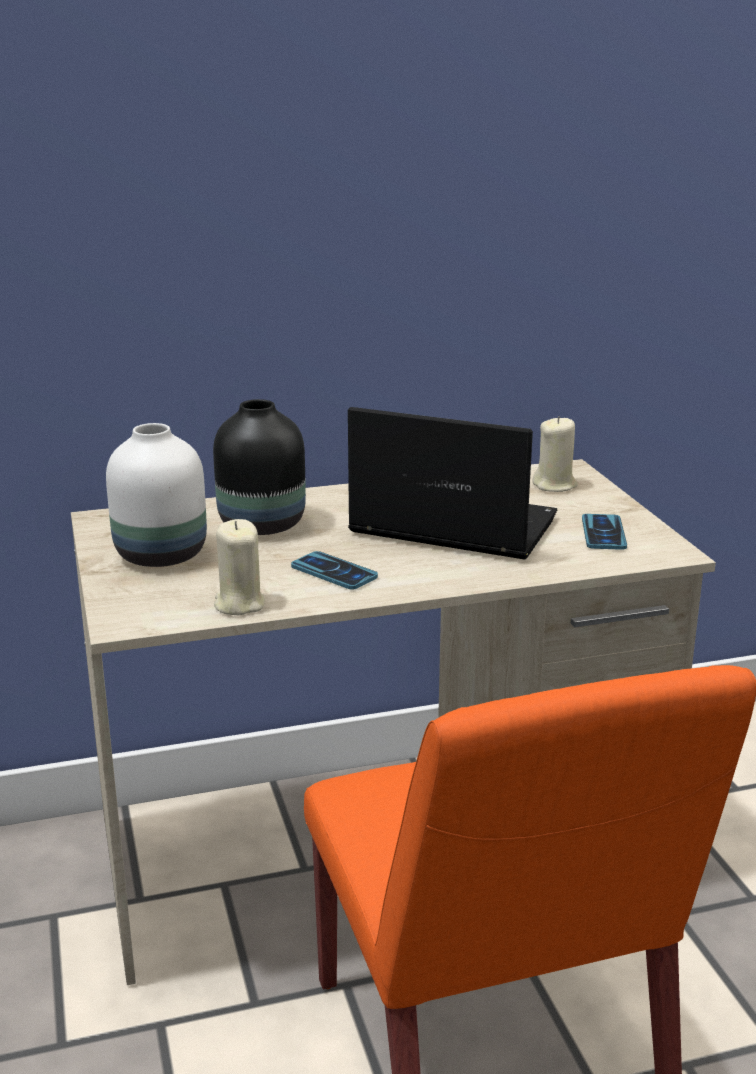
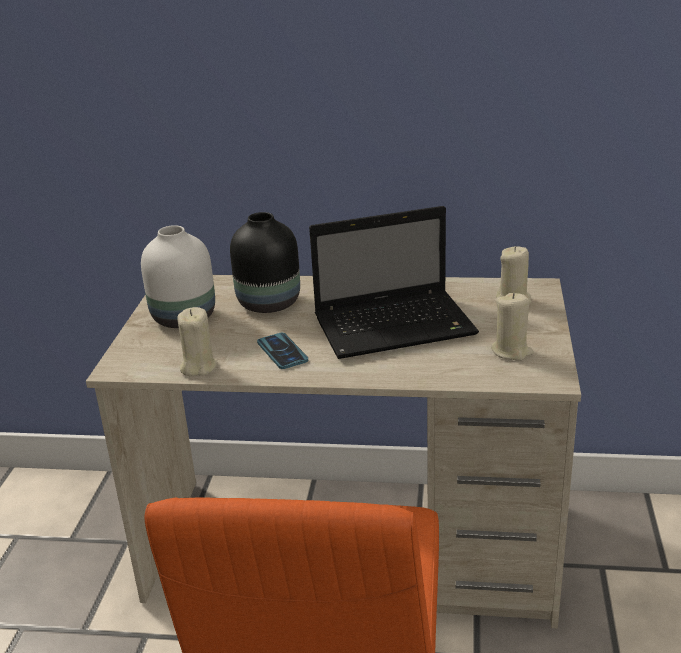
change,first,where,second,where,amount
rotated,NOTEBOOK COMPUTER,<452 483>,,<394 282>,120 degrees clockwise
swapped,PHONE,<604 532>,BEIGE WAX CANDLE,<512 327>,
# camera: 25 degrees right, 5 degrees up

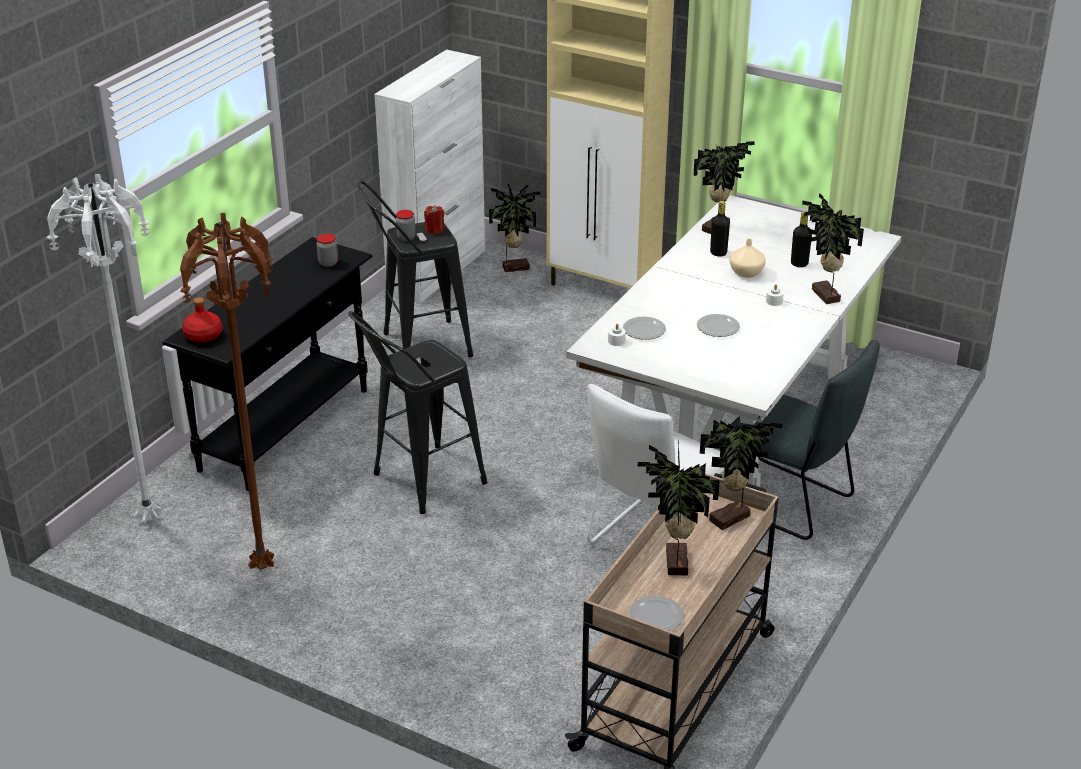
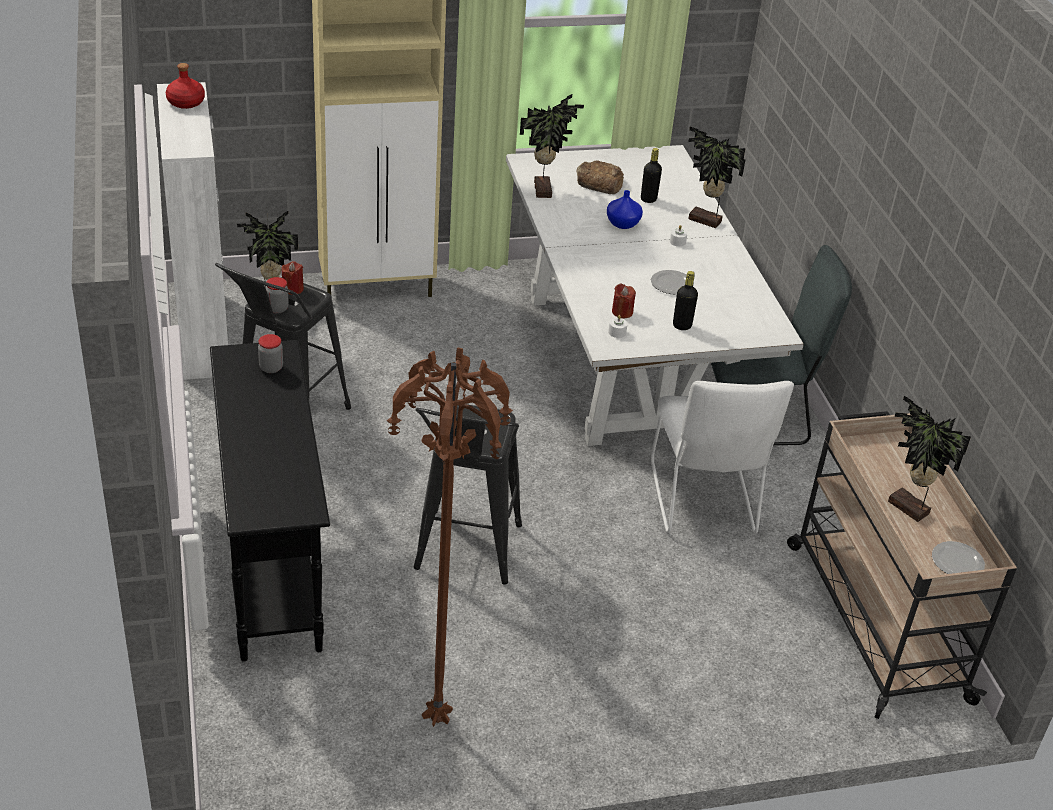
change,first,where,second,where,amount
gone,WHITISH FLOOR LAMP,<103 348>,,,
shifted,RED BOTTLE,<202 320>,,<185 86>,
swapped,PLATE,<644 328>,RED WAX CANDLE,<624 300>,
gone,POTTED PLANT,<741 475>,,,
shifted,BLACKISH BOTTLE,<720 229>,,<685 300>,
repainted,BEIGE VASE,<747 258>,BLUE-COLOURED VASE,<625 209>,
new,,,BREAD,<600 177>,
# camera: 45 degrees left, 5 degrees up

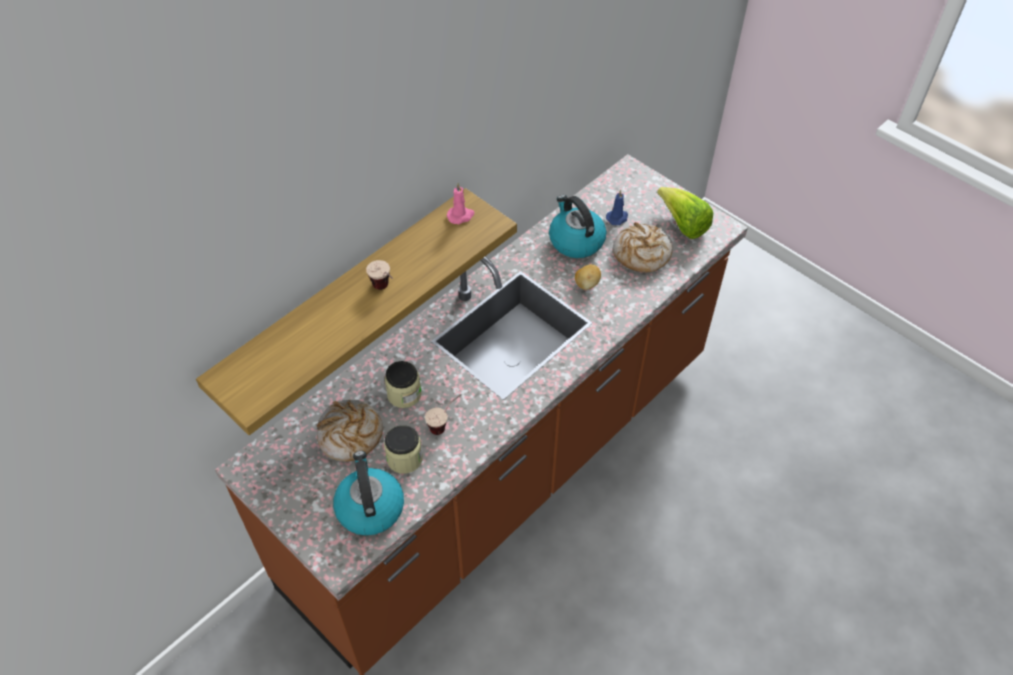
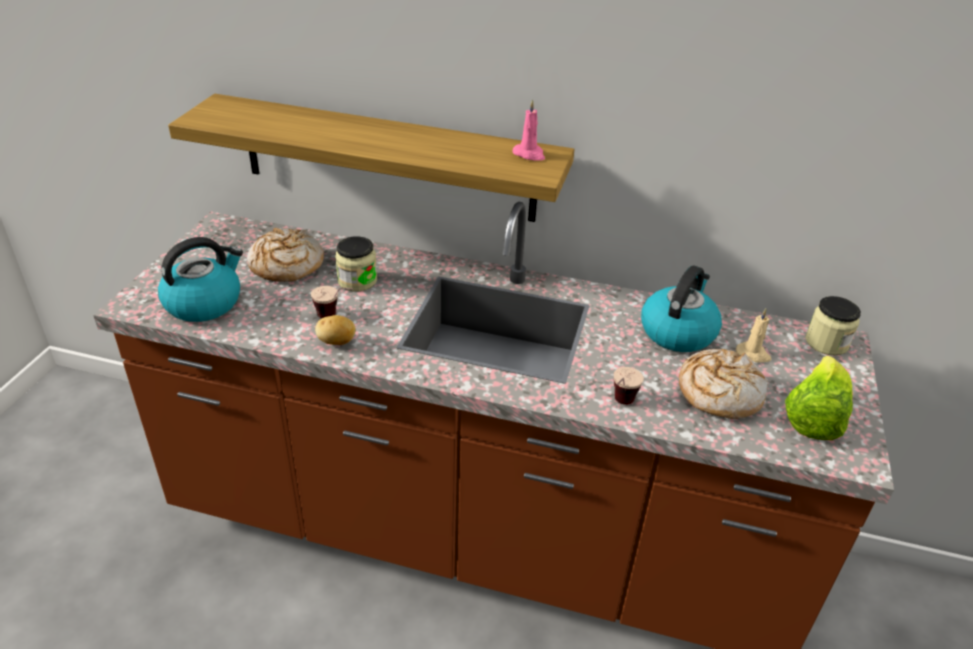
change,first,where,second,where,amount
shifted,CUP,<379 275>,,<629 386>,
shifted,PRESERVE JAR,<403 449>,,<833 325>,
shifted,POTATO,<588 277>,,<335 330>,
repainted,BLUE-COLOURED WAX CANDLE,<617 207>,BEIGE WAX CANDLE,<753 336>,
# camera: 60 degrees right, 15 degrees down

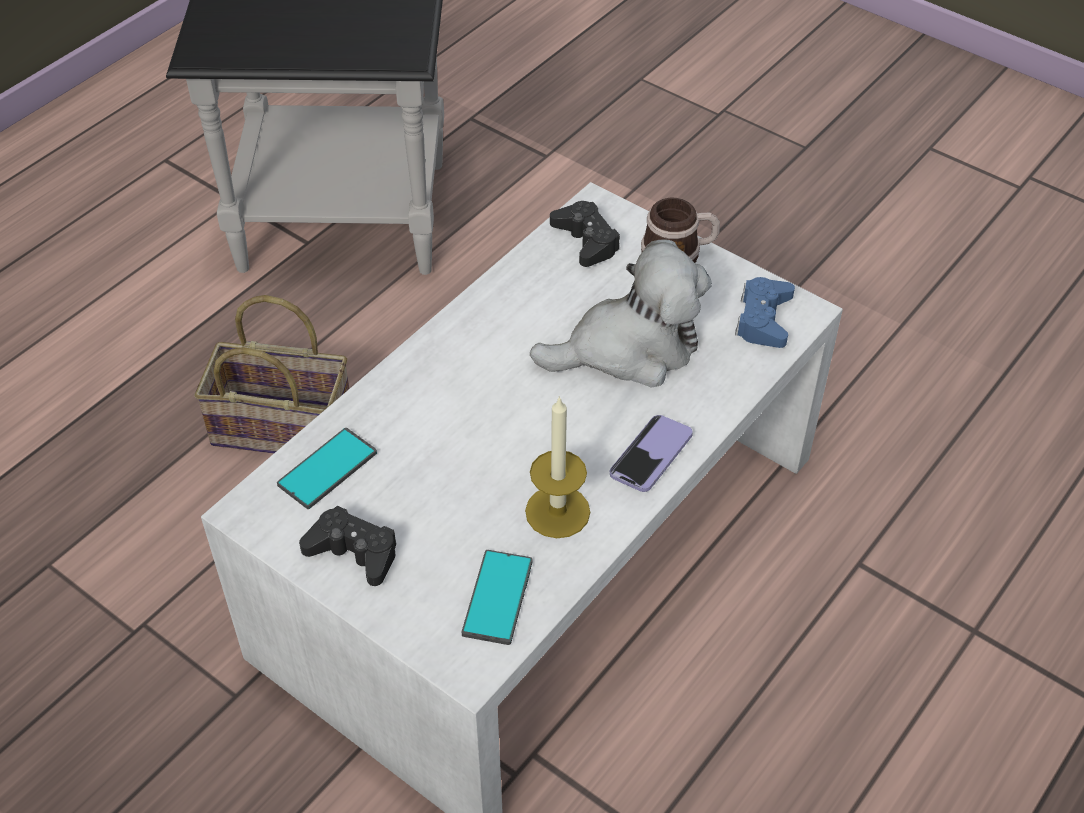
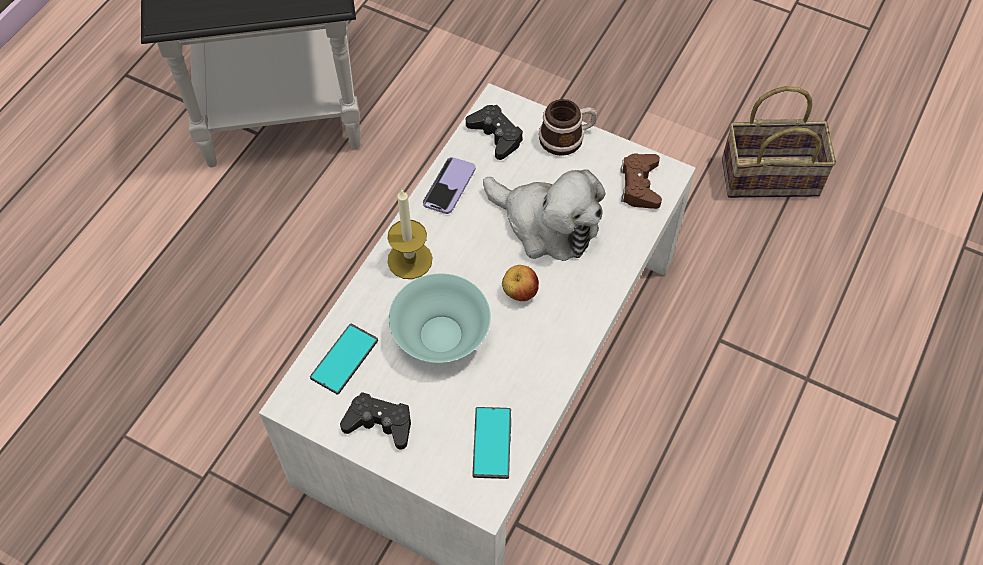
change,first,where,second,where,amount
shifted,BASKET,<272 374>,,<779 142>,
shifted,WAX CANDLE,<557 467>,,<410 234>,
rotated,CUDDLY TOY,<621 313>,,<544 215>,60 degrees clockwise
shifted,PHONE,<651 453>,,<449 185>,
repainted,BLUE-COLOURED GAME CONTROLLER,<765 312>,BROWN-COLOURED GAME CONTROLLER,<641 181>,
new,,,TURQUOISE BOWL,<440 318>,
new,,,APPLE FRUIT,<520 283>,
# camera: 10 degrees left, 10 degrees up

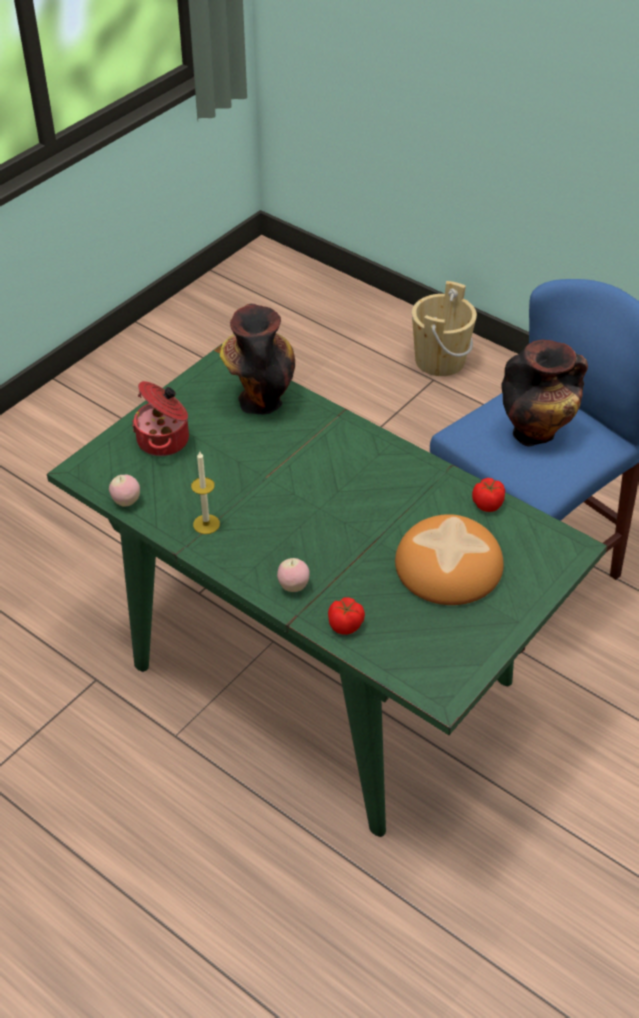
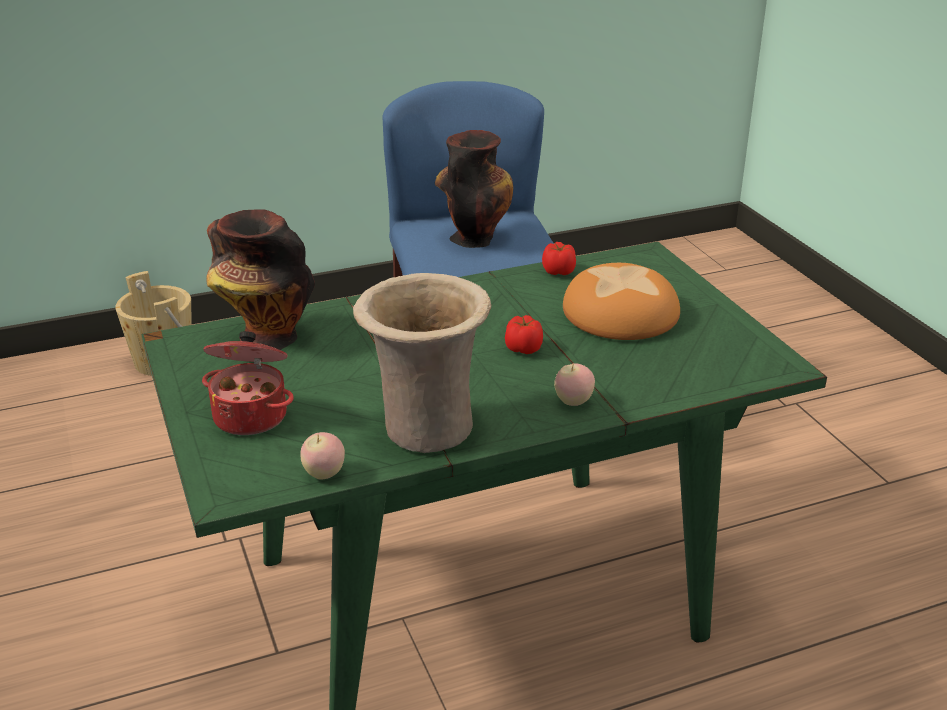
change,first,where,second,where,amount
swapped,WAX CANDLE,<205 493>,BEIGE VASE,<422 363>,
shifted,FRESH TOMATO,<346 616>,,<524 334>,
# camera: 60 degrees left, 15 degrees down

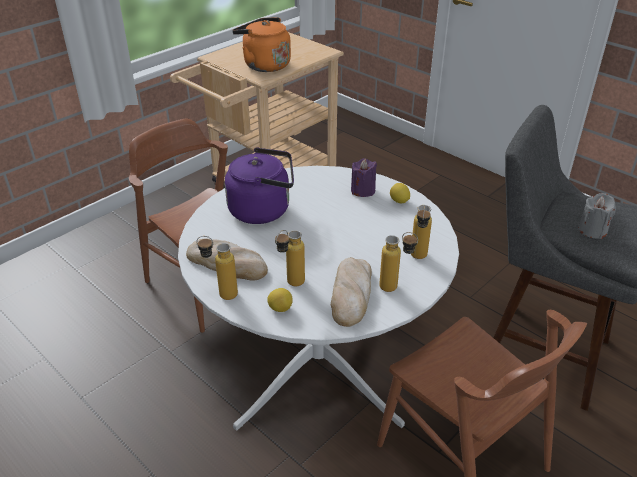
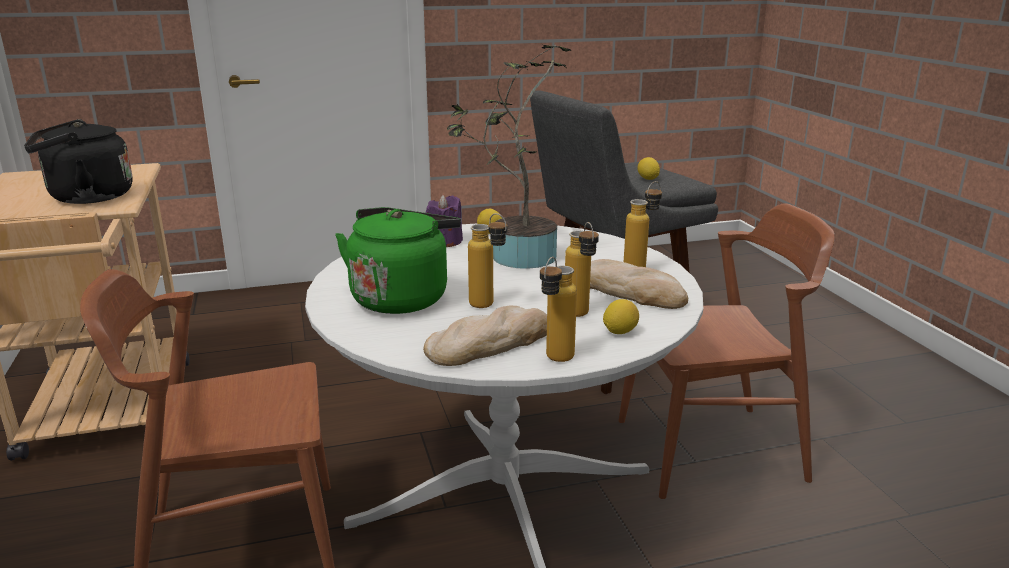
change,first,where,second,where,amount
repainted,PURPLE-COLOURED TEA KETTLE,<259 185>,GREEN-COLOURED TEA KETTLE,<398 260>,
repainted,ORANGE TEA KETTLE,<261 44>,BLACKISH TEA KETTLE,<78 161>,
shifted,BOTTLE,<421 232>,,<487 260>,
swapped,GREY WAX CANDLE,<597 216>,WHOLE LEMON,<648 168>,
new,,,POTTED PLANT,<509 156>,
# camera: 60 degrees left, 15 degrees down

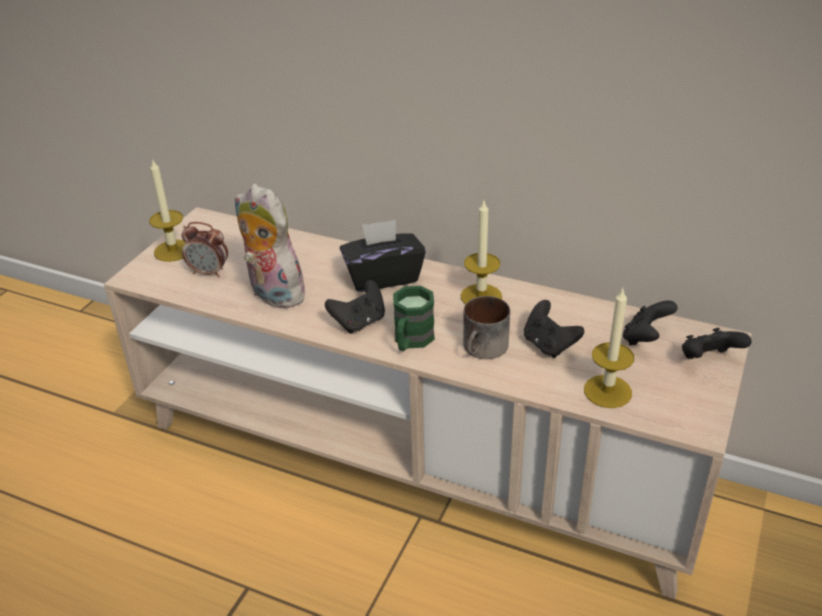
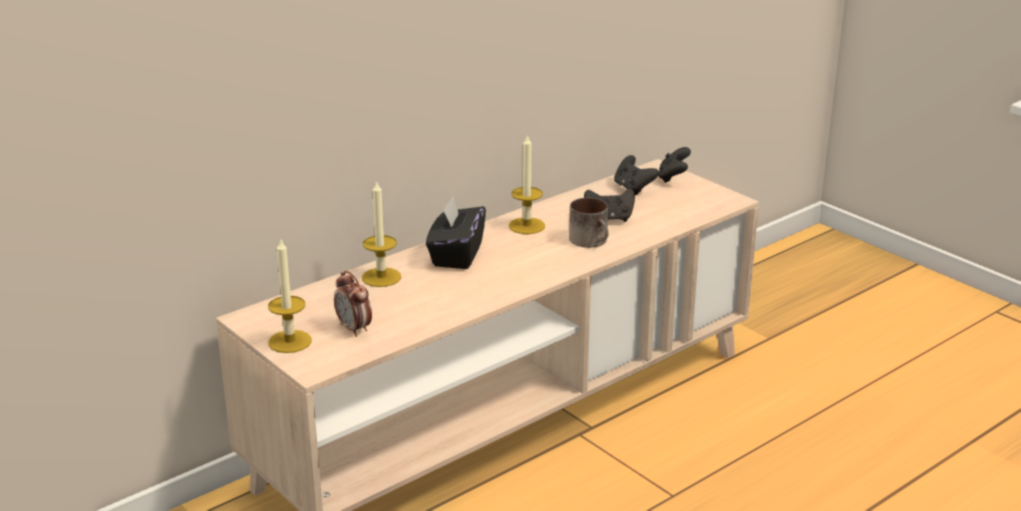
change,first,where,second,where,amount
rotated,TABLE CLOCK,<205 249>,,<353 304>,105 degrees clockwise
gone,CUDDLY TOY,<273 246>,,,
gone,BLACKISH GAME CONTROLLER,<355 307>,,,
gone,GREEN-COLOURED TEA MUG,<414 318>,,,
shifted,WAX CANDLE,<609 347>,,<381 233>,
# camera: 65 degrees left, 10 degrees down

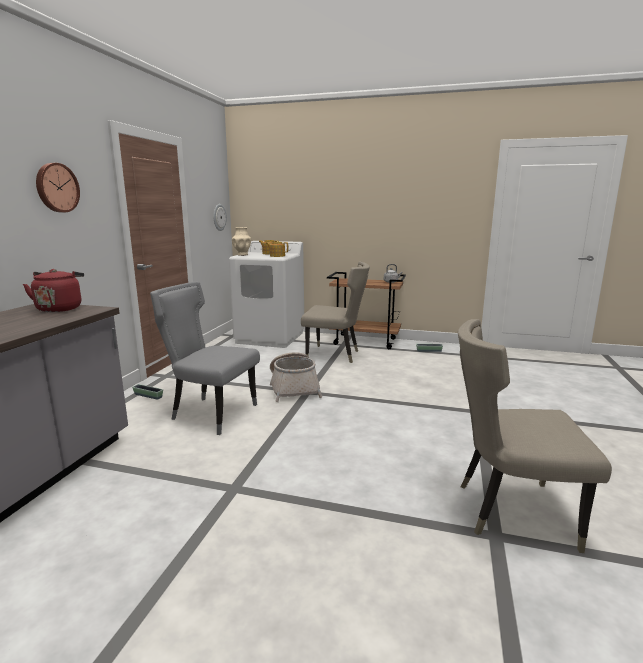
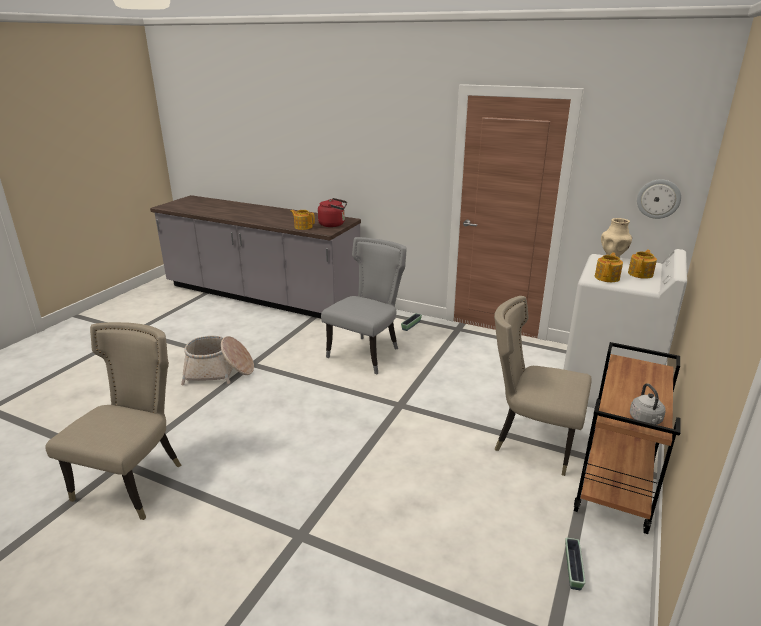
change,first,where,second,where,amount
gone,WALL CLOCK,<58 187>,,,
shifted,BASKET,<296 377>,,<217 360>,
rotated,BEIGE UPRIGHT CHAIR,<335 312>,,<543 386>,90 degrees clockwise
new,,,TEA POT,<302 220>,
# camera: 100 degrees right, 10 degrees up

